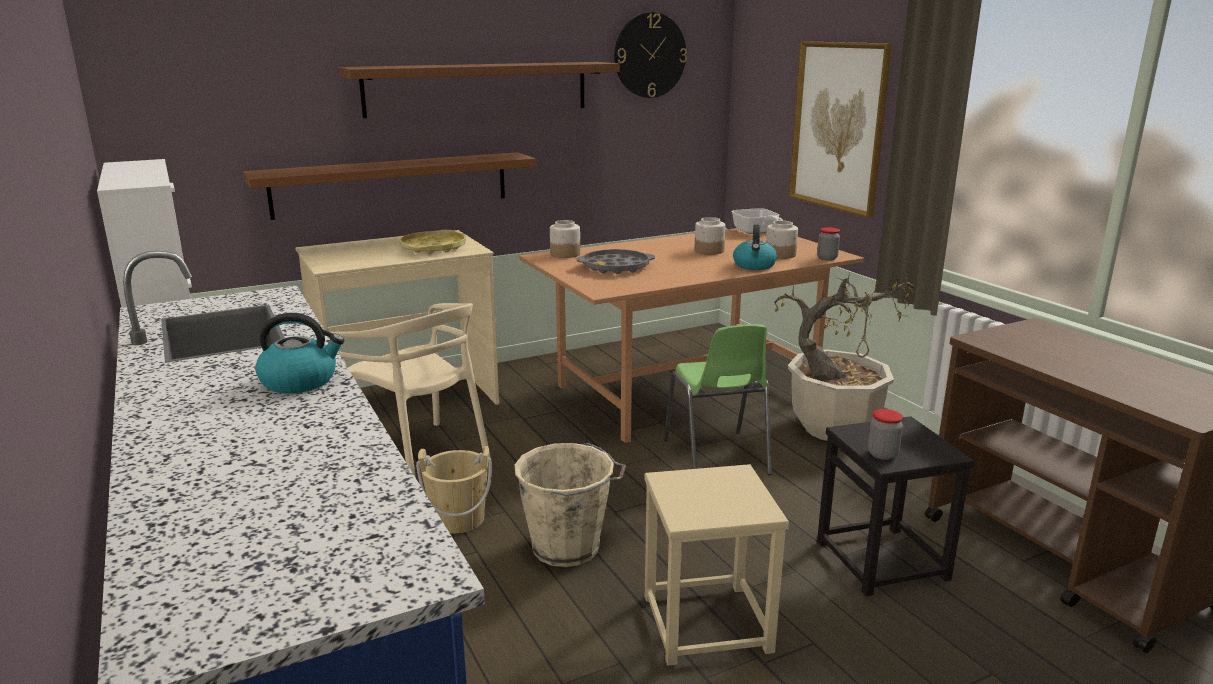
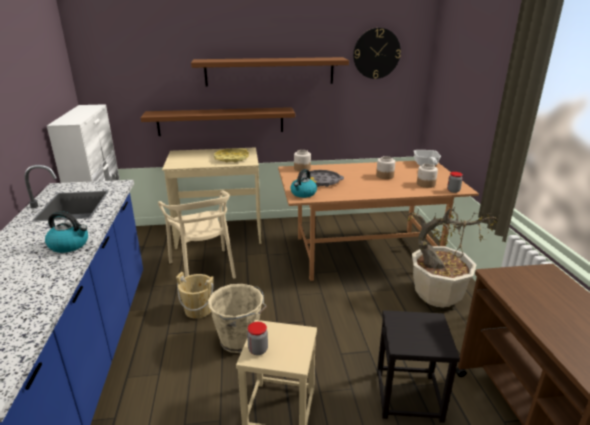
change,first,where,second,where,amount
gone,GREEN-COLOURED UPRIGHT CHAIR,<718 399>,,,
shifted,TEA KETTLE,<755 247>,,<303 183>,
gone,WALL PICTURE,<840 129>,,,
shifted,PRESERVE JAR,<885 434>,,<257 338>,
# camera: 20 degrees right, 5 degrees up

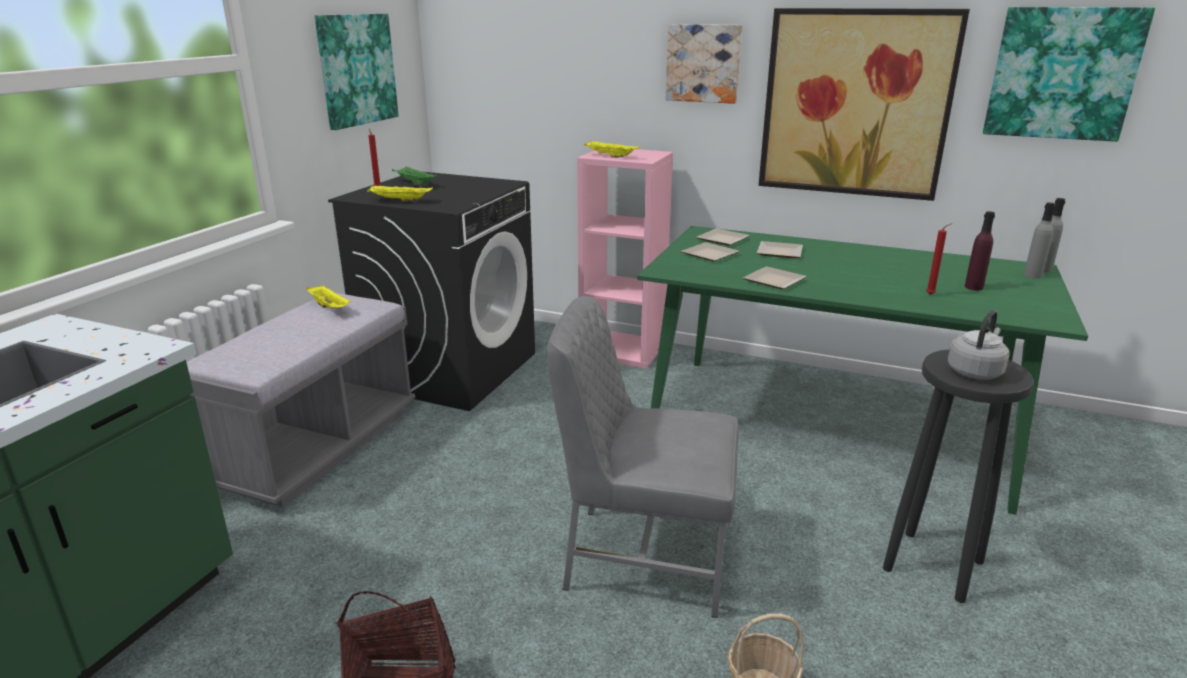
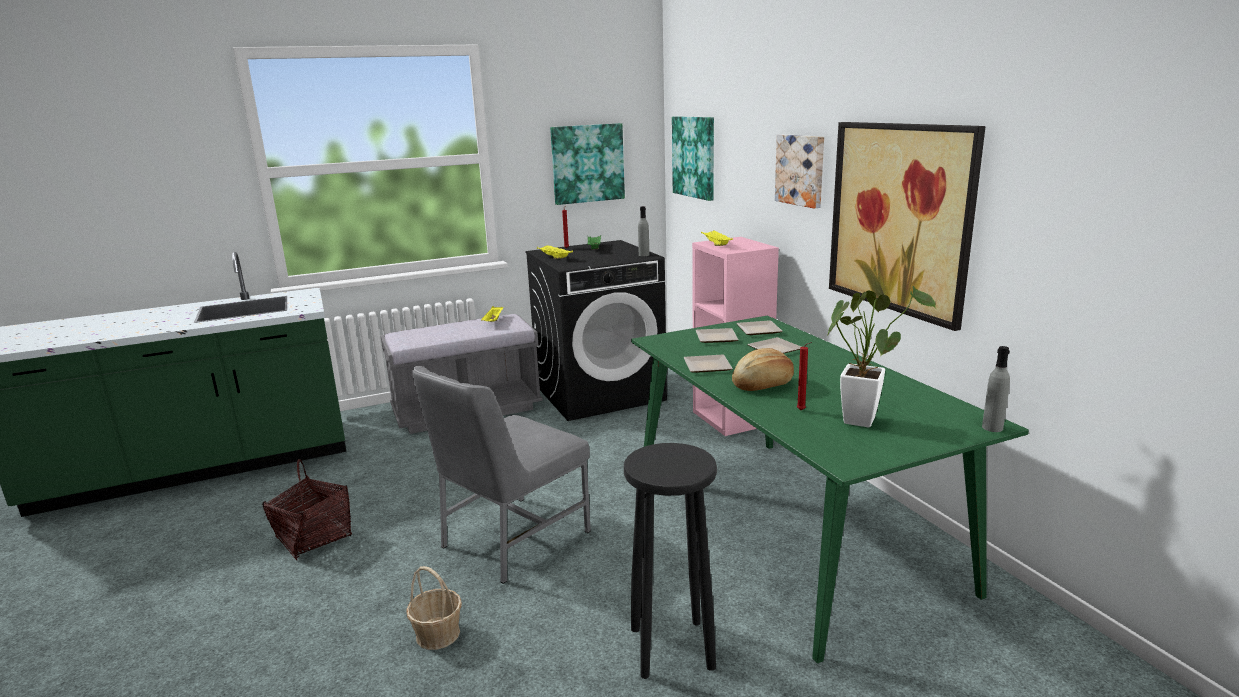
change,first,where,second,where,amount
rotated,GREY UPRIGHT CHAIR,<642 457>,,<501 475>,105 degrees counterclockwise
gone,GREY TEA KETTLE,<978 345>,,,
swapped,PURPLE-COLOURED BOTTLE,<980 250>,POTTED PLANT,<881 356>,
shifted,WALL PICTURE,<1069 74>,,<693 158>,
shifted,GREY BOTTLE,<1039 240>,,<643 231>,
new,,,BREAD,<763 369>,
# camera: 45 degrees right, 5 degrees down

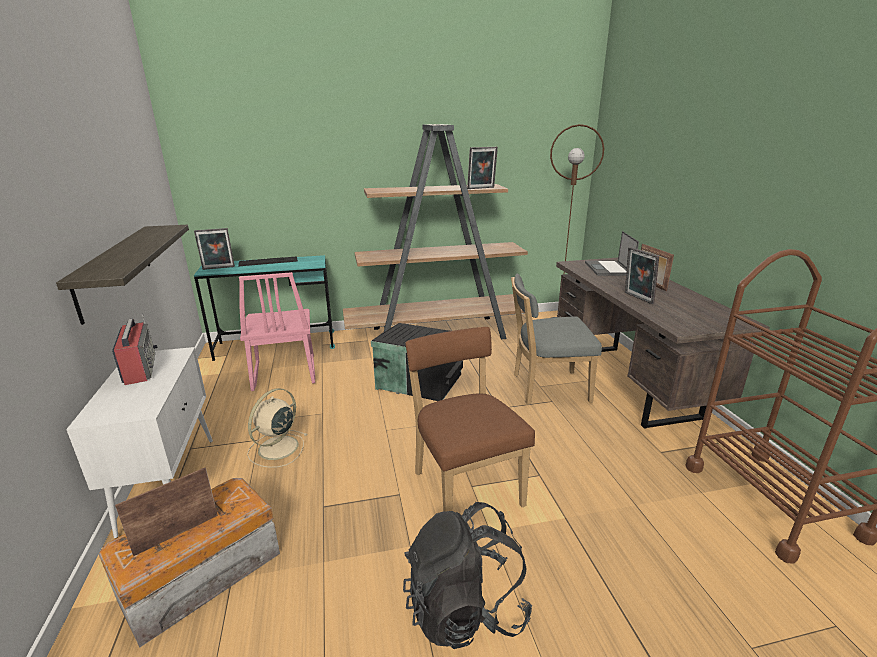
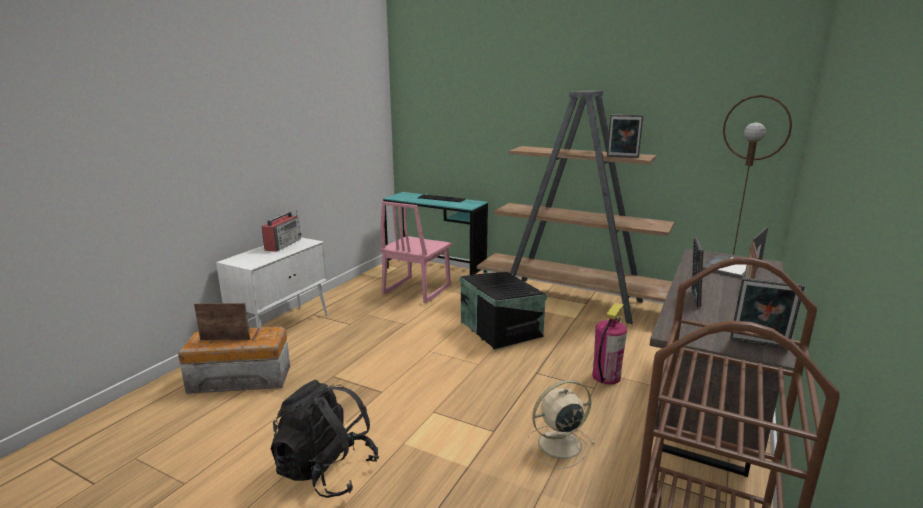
change,first,where,second,where,amount
gone,SHELF,<122 275>,,,
shifted,PICTURE FRAME,<214 249>,,<767 313>,
shifted,BEIGE ELECTRIC FAN,<277 428>,,<561 424>,
gone,BROWN-COLOURED UPRIGHT CHAIR,<470 419>,,,
swapped,GREY UPRIGHT CHAIR,<556 339>,FIRE EXTINGUISHER,<609 343>,
# camera: 40 degrees right, 5 degrees down

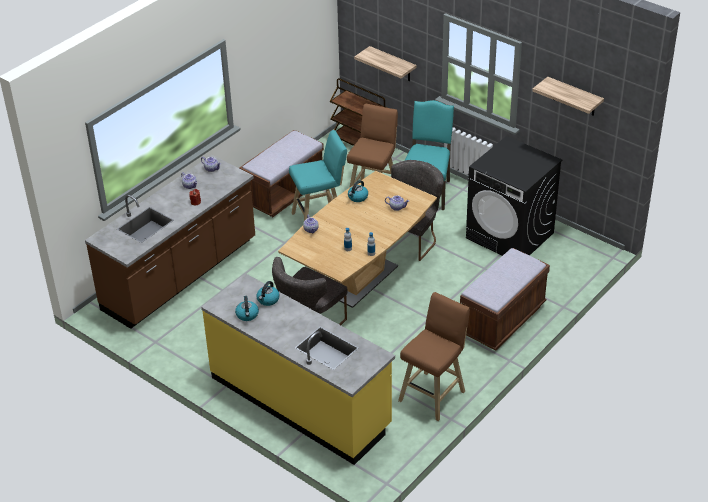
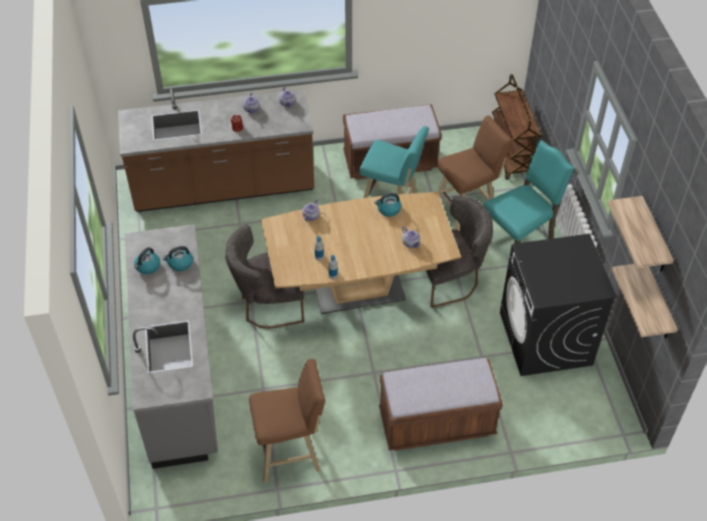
change,first,where,second,where,amount
repainted,YELLOW COUNTER,<298 369>,GREY COUNTER,<171 346>,
shifted,SHELF,<385 63>,,<645 301>,
# camera: 40 degrees right, 10 degrees up

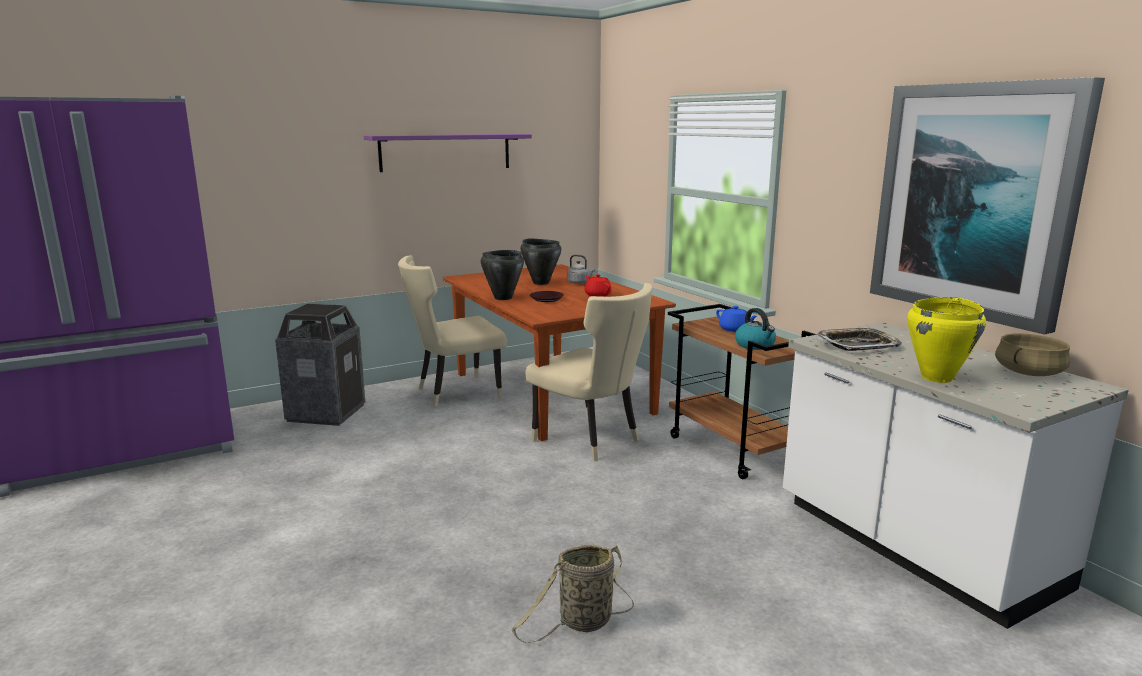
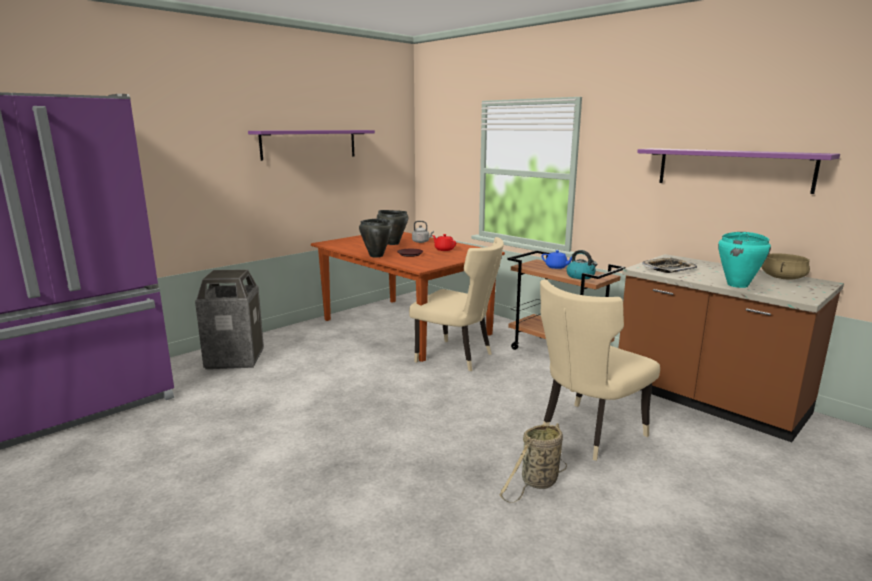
change,first,where,second,where,amount
shifted,BEIGE UPRIGHT CHAIR,<452 331>,,<600 370>,
repainted,WHITISH COUNTER,<956 475>,BROWN-COLOURED COUNTER,<731 348>,
swapped,WALL PICTURE,<987 206>,PURPLE-COLOURED SHELF,<738 171>,
repainted,YELLOW STOCKPOT,<946 340>,TURQUOISE STOCKPOT,<744 260>,
# camera: 15 degrees left, 0 degrees up

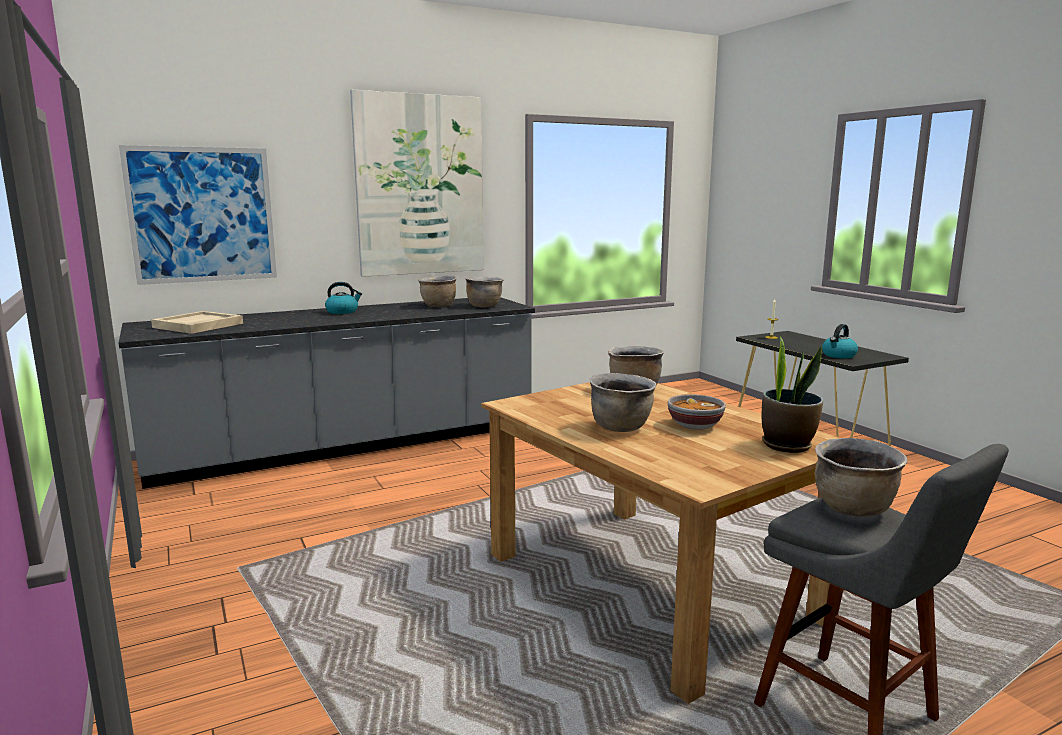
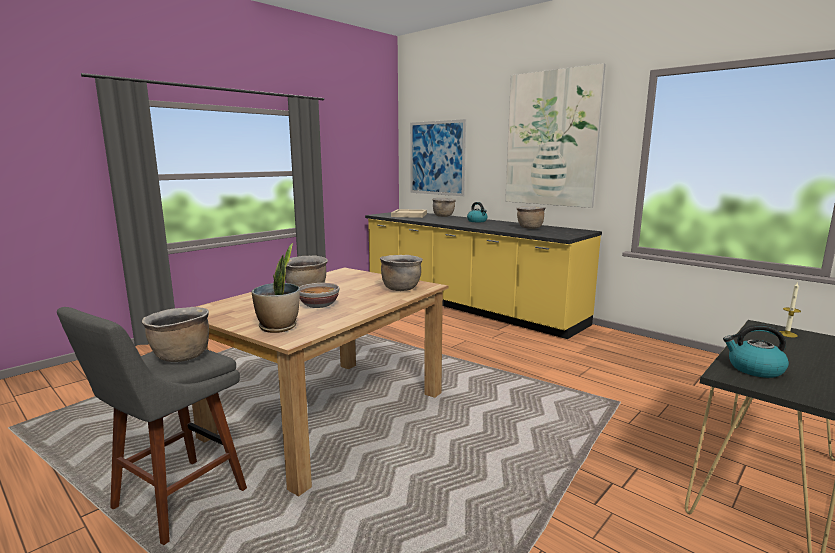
change,first,where,second,where,amount
repainted,GREY COUNTER,<327 393>,YELLOW COUNTER,<483 275>,
shifted,BROWN-COLOURED STOCKPOT,<484 292>,,<444 207>,
# camera: 70 degrees right, 0 degrees up

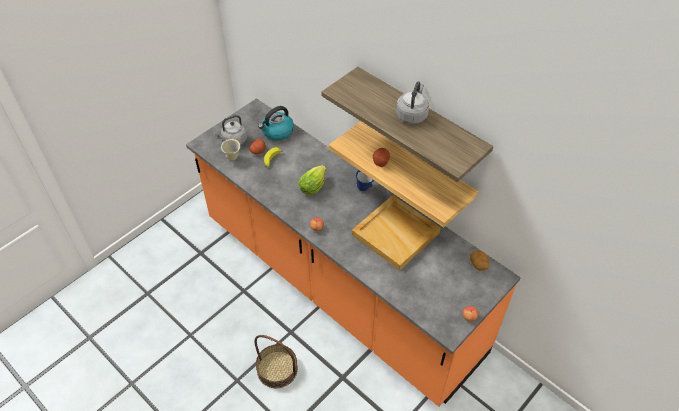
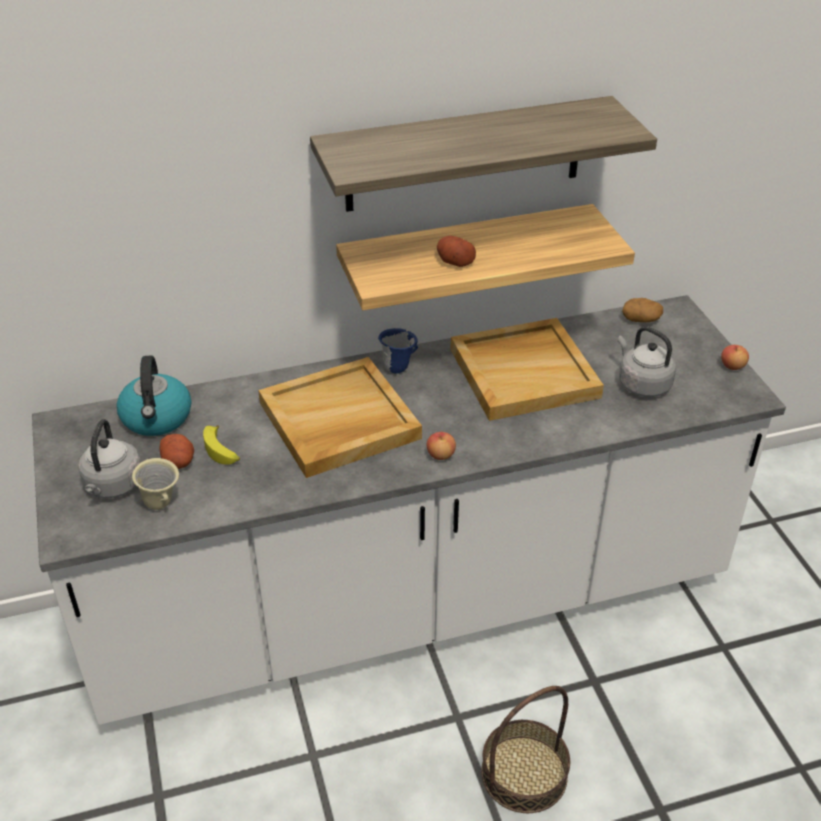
change,first,where,second,where,amount
repainted,ORANGE COUNTER,<353 252>,WHITISH COUNTER,<409 510>,
swapped,LETTUCE,<312 180>,BEIGE TRAY,<340 417>,
shifted,GREY TEA KETTLE,<412 102>,,<647 361>,
# camera: 60 degrees left, 10 degrees down

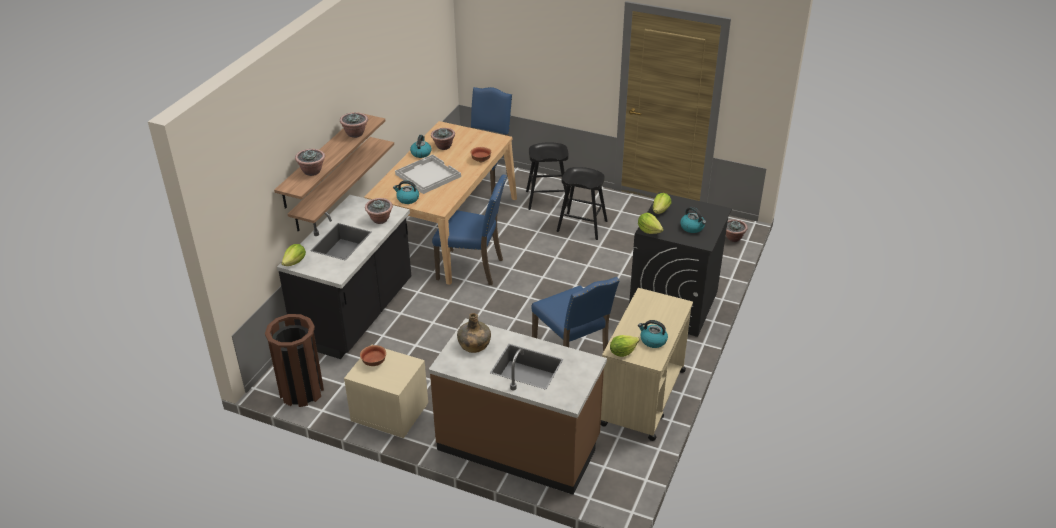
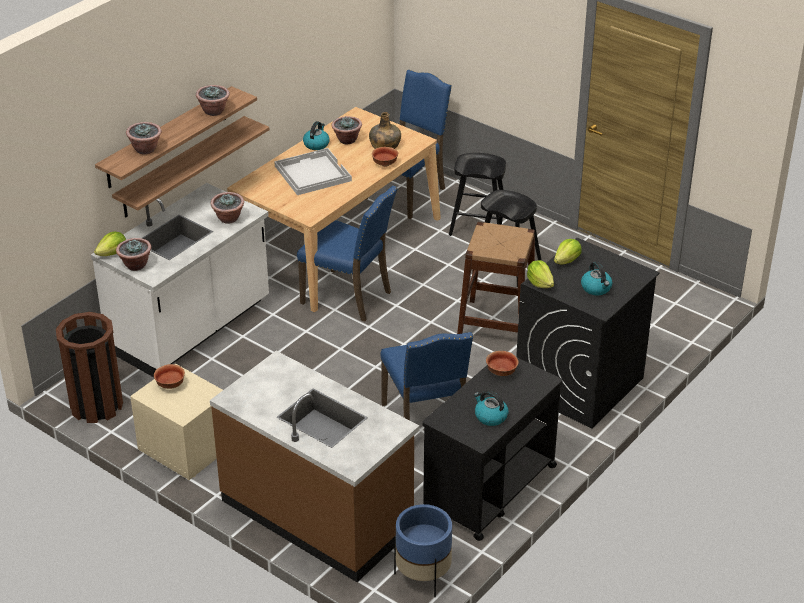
change,first,where,second,where,amount
repainted,BLACKISH COUNTER,<344 277>,WHITISH COUNTER,<180 280>,
gone,TEA KETTLE,<406 192>,,,
shifted,GREEN-COLOURED BOTTLE,<474 333>,,<385 130>,
repainted,BEIGE CART,<647 364>,BLACKISH CART,<492 449>,
gone,LETTUCE,<625 346>,,,
shifted,POTTED PLANT,<737 231>,,<133 254>,
new,,,BLUE-COLOURED PLANTER,<423 550>,
new,,,BROWN-COLOURED STOOL,<496 278>,
new,,,BOWL,<502 363>,
# camera: 15 degrees right, 0 degrees up

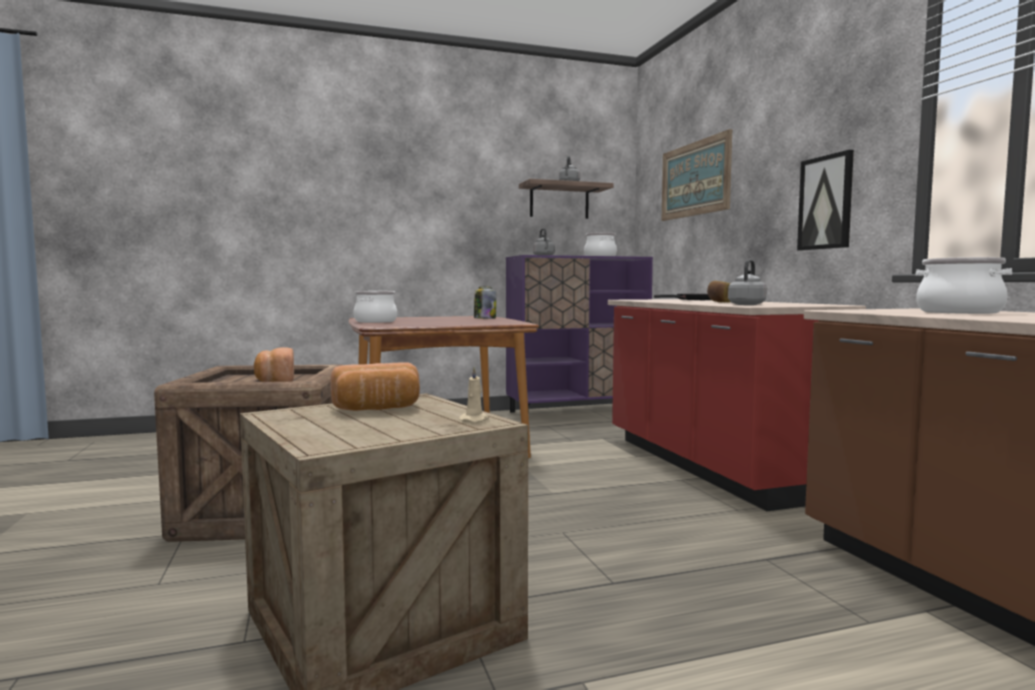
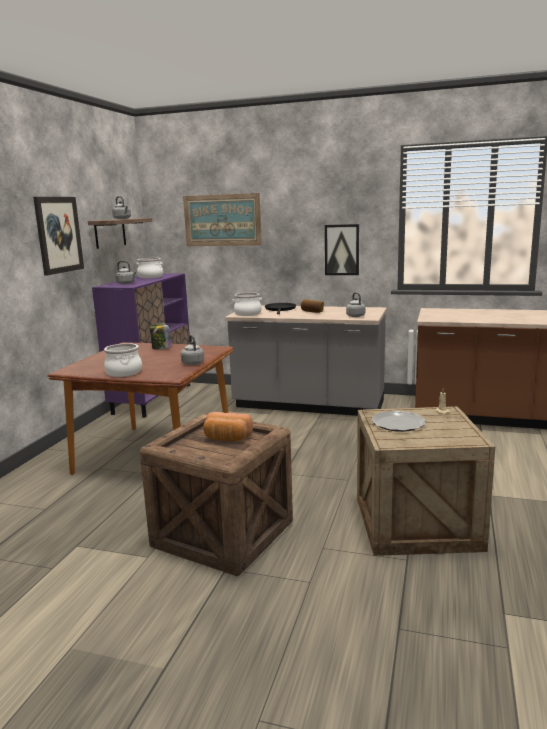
change,first,where,second,where,amount
swapped,BREAD,<375 386>,PLATE,<398 421>,
repainted,RED COUNTER,<737 405>,GREY COUNTER,<306 360>,
shifted,STOCKPOT,<964 285>,,<247 304>,
new,,,WALL PICTURE,<58 236>,
new,,,GREY TEA KETTLE,<192 350>,
# camera: 55 degrees left, 10 degrees up

